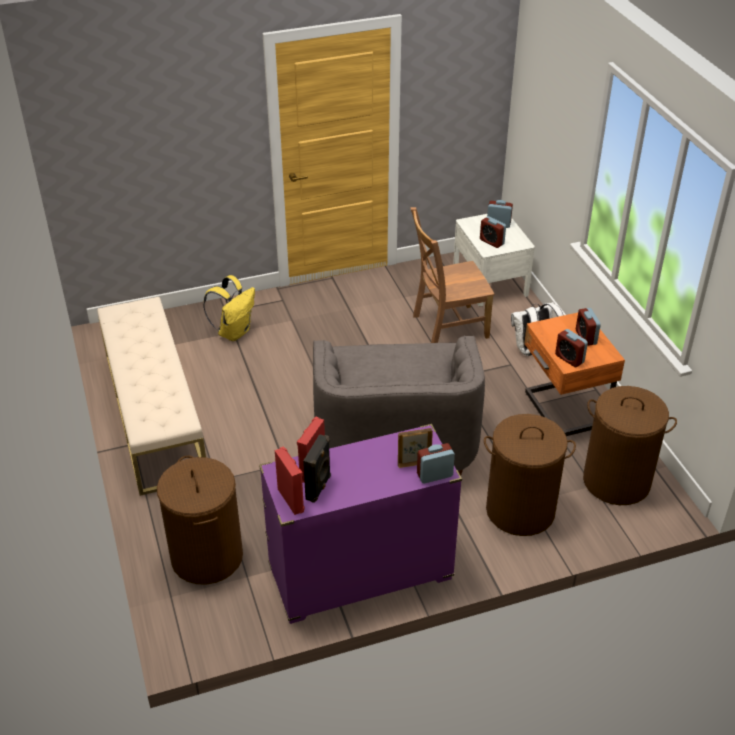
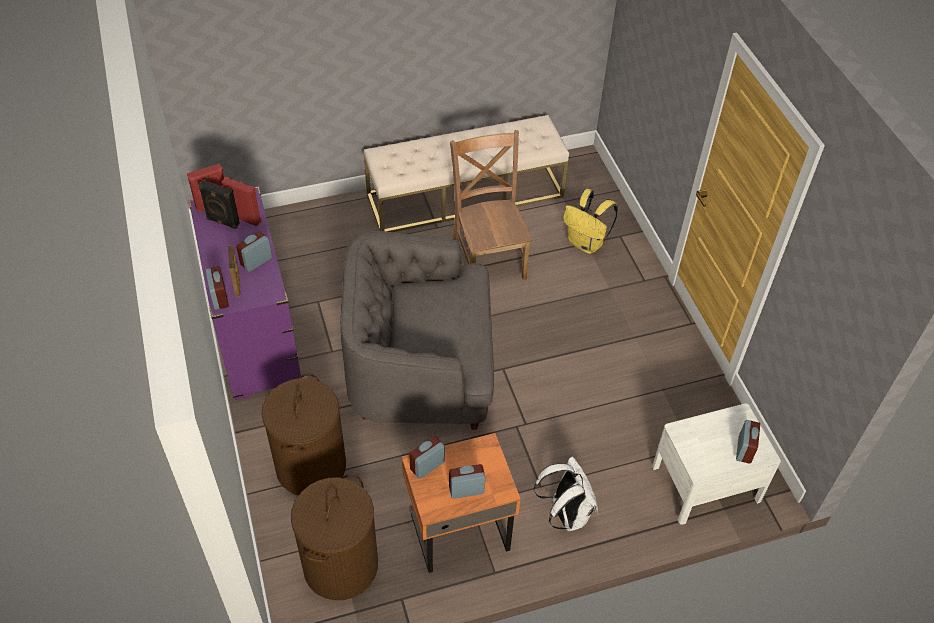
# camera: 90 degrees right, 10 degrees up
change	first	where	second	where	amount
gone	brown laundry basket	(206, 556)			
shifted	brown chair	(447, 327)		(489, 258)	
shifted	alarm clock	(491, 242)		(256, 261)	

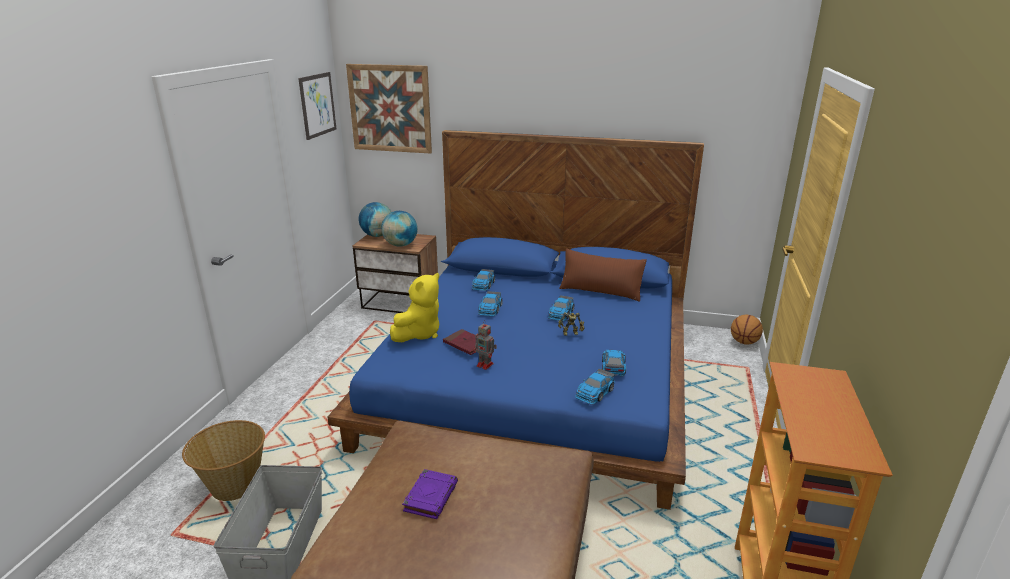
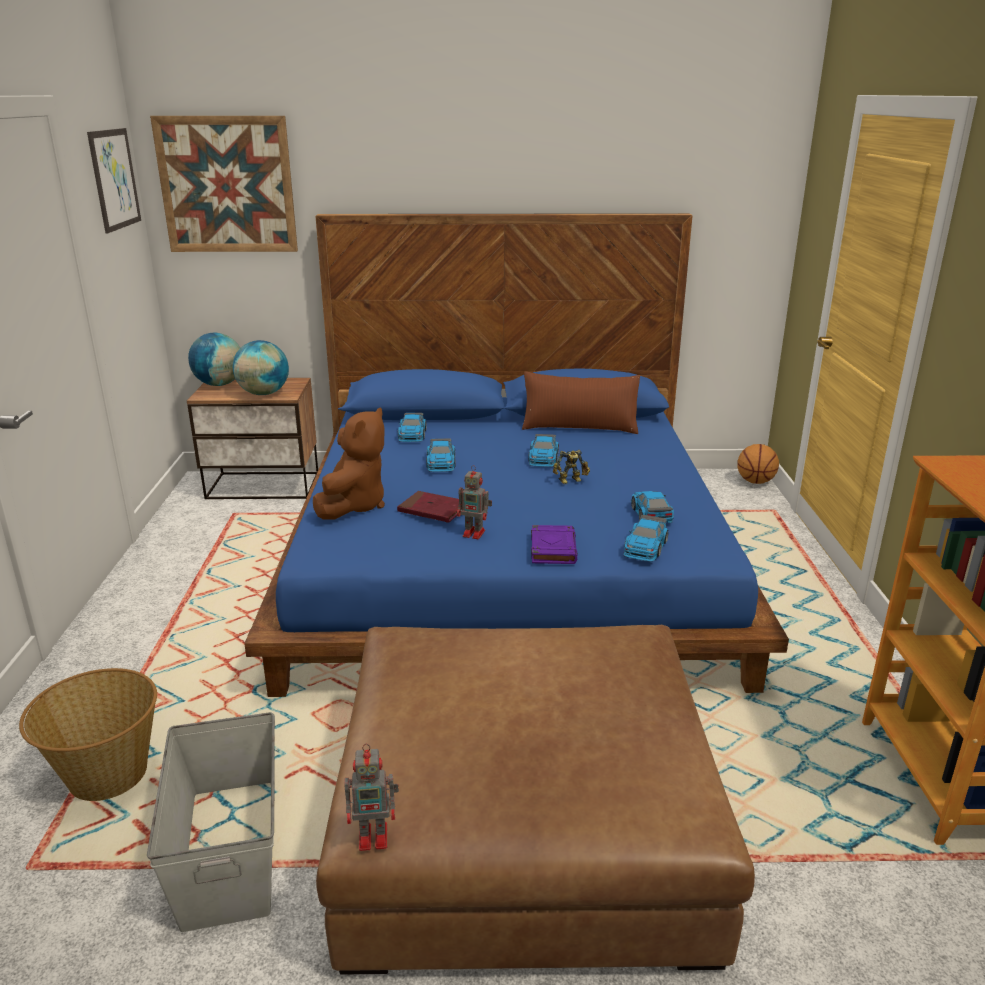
# camera: 15 degrees left, 0 degrees up
change	first	where	second	where	amount
repainted	yellow plush toy	(419, 333)	brown plush toy	(353, 505)	
shifted	purple book	(430, 496)		(552, 548)	
new			toy robot	(375, 836)	

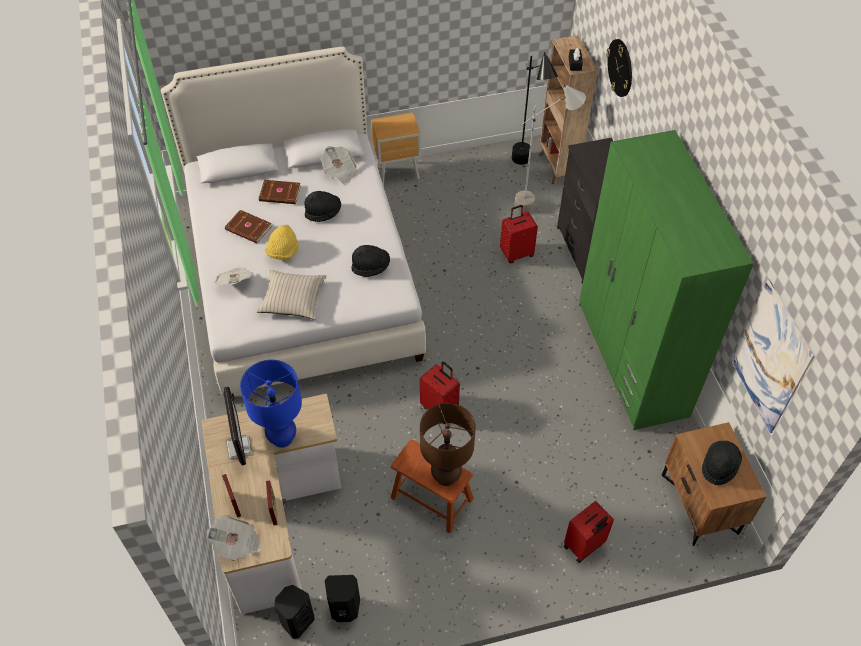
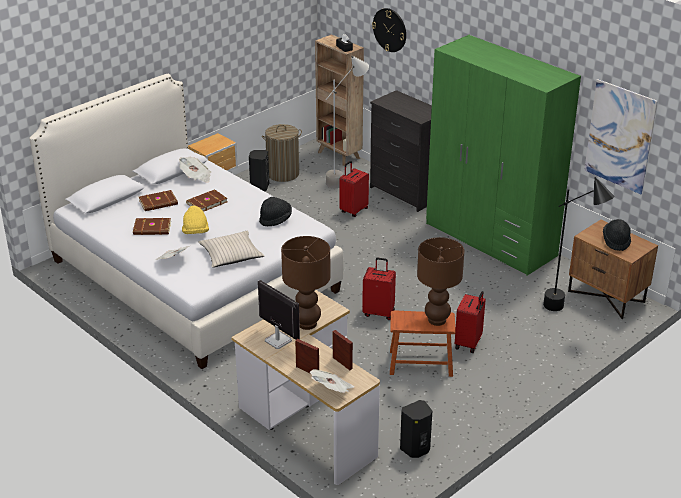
# camera: 30 degrees left, 20 degrees down
change	first	where	second	where	amount
repainted	blue table lamp	(282, 438)	brown table lamp	(307, 324)	
shifted	black speaker	(297, 621)		(259, 187)	
swapped	black hat	(323, 213)	brown book	(206, 202)	
shifted	black floor lamp	(527, 168)		(568, 311)	
shifted	red suitcase	(584, 546)		(469, 343)	
new			laundry basket	(283, 174)	

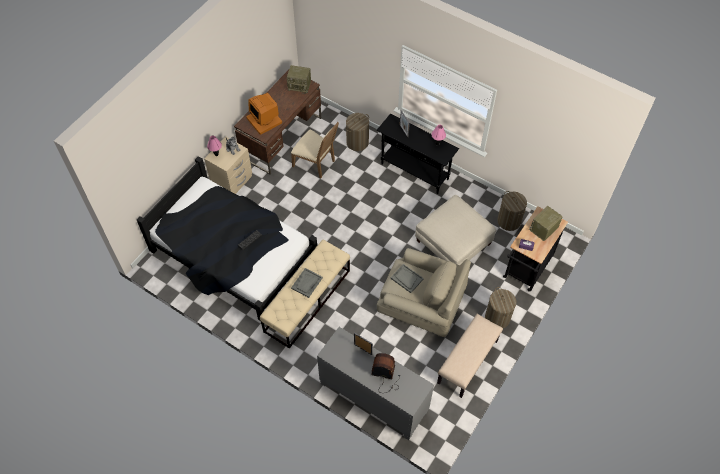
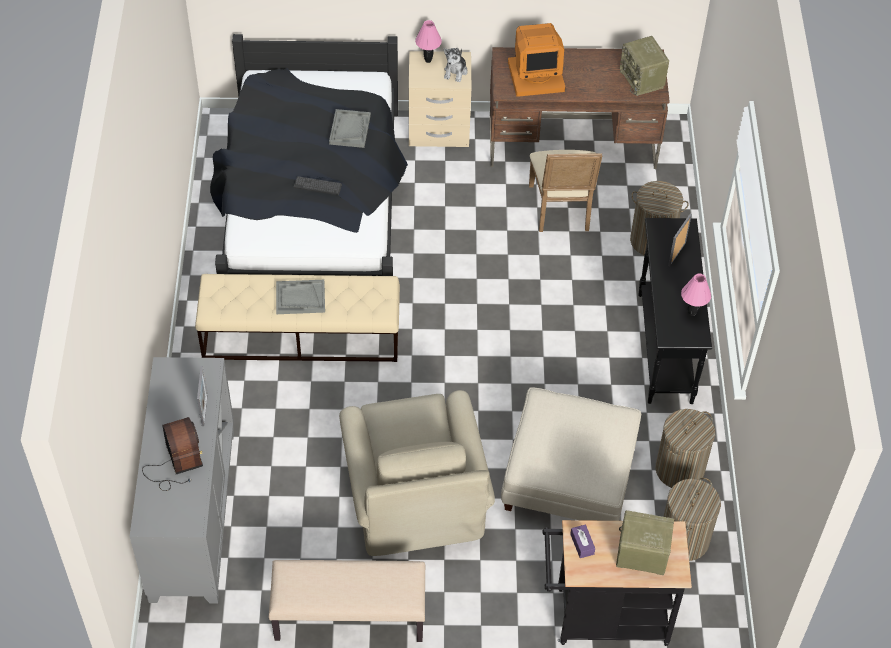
# camera: 55 degrees right, 5 degrees down
change	first	where	second	where	amount
rotated	monitor	(265, 120)		(536, 75)	120 degrees counterclockwise
shifted	grey tray	(406, 279)		(349, 129)	
shifted	laundry basket	(497, 318)		(679, 469)	

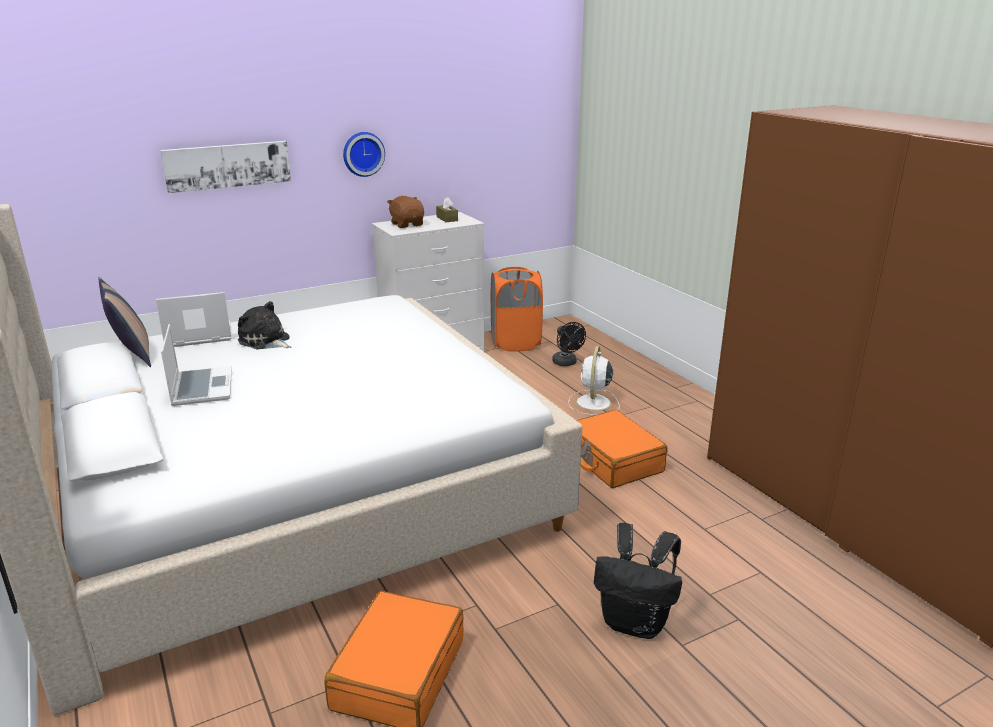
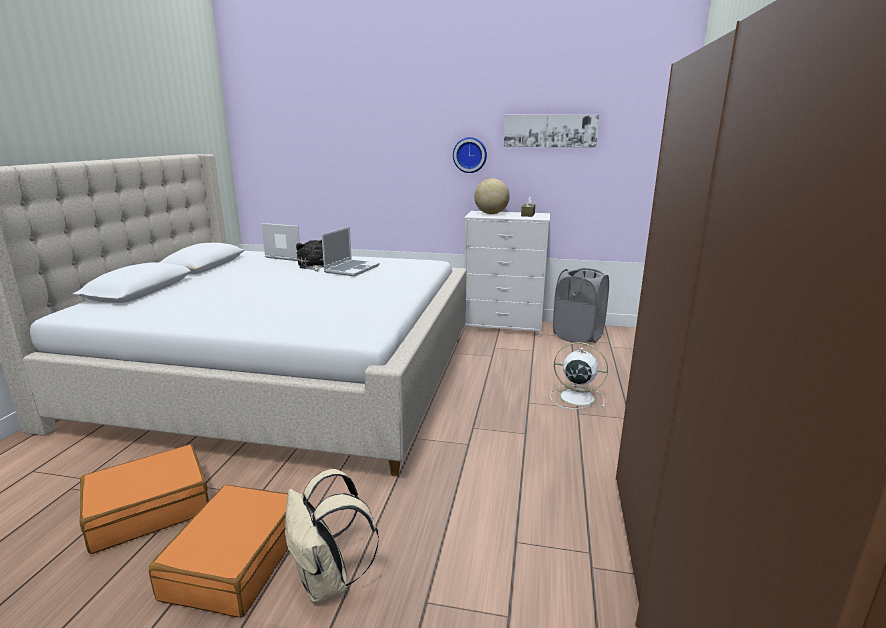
# camera: 40 degrees right, 5 degrees down
change	first	where	second	where	amount
gone	pillow	(132, 355)			
shifted	picture	(227, 165)		(550, 131)	
shifted	laptop	(201, 387)		(351, 269)	
swapped	brown plush toy	(407, 224)	globe	(491, 214)	
repainted	orange laundry basket	(515, 343)	grey laundry basket	(578, 336)	
gone	black fan	(566, 363)			
rotated	white fan	(593, 403)		(575, 397)	60 degrees clockwise
shifted	orange suitcase	(612, 460)		(234, 561)	
repainted	black backpack	(635, 623)	beige backpack	(327, 582)	

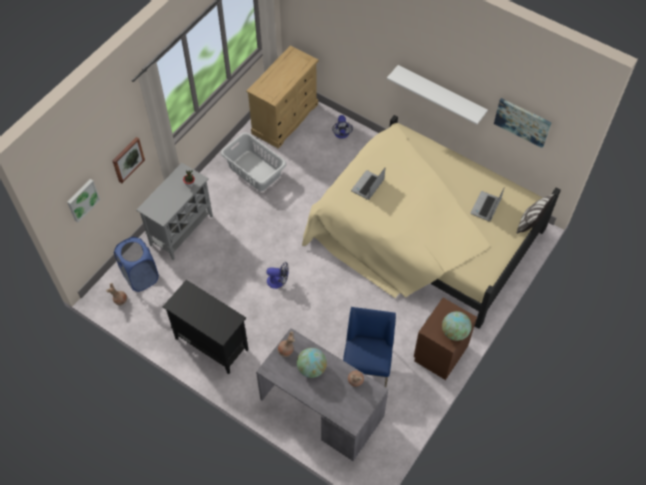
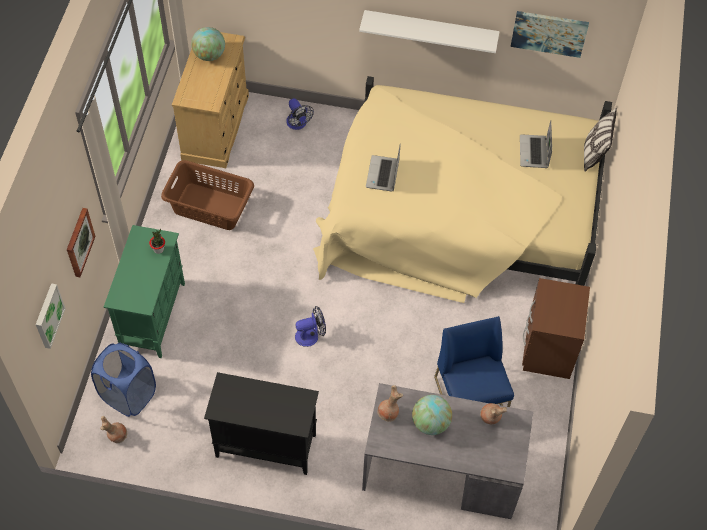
# camera: 25 degrees left, 0 degrees up
change	first	where	second	where	amount
repainted	grey cabinet	(182, 230)	green cabinet	(153, 315)	
repainted	grey laundry basket	(254, 170)	brown laundry basket	(210, 206)	
shifted	globe	(454, 332)		(209, 55)	

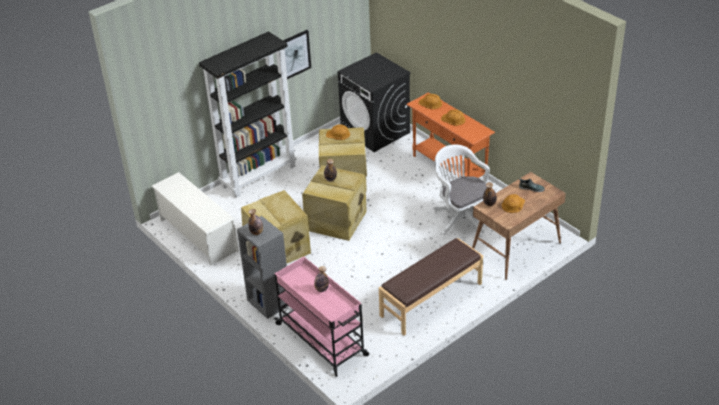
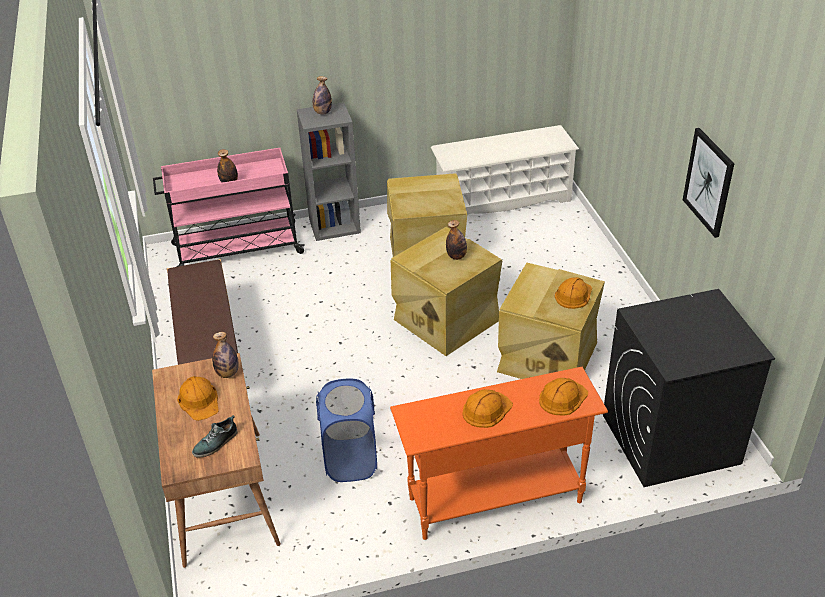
# camera: 115 degrees right, 0 degrees up
change	first	where	second	where	amount
gone	black bookcase	(258, 175)			
swapped	white office chair	(461, 217)	blue laundry basket	(351, 460)	

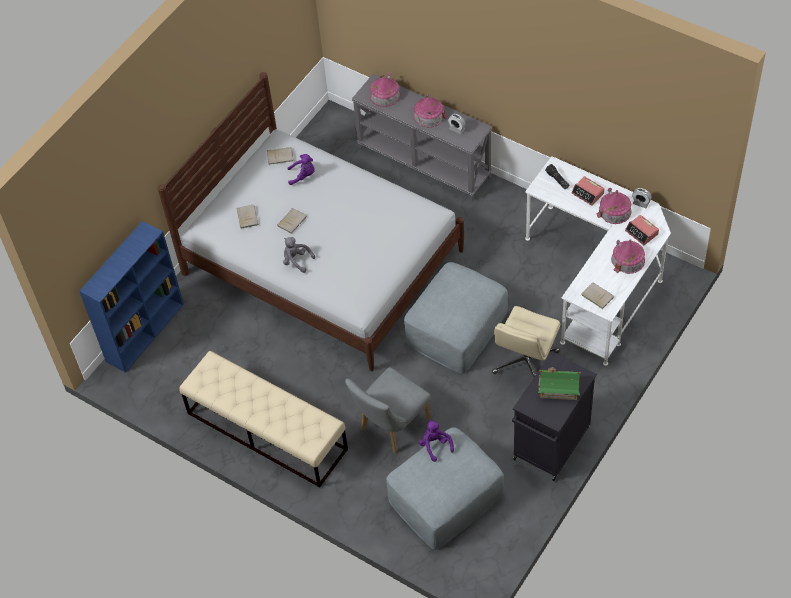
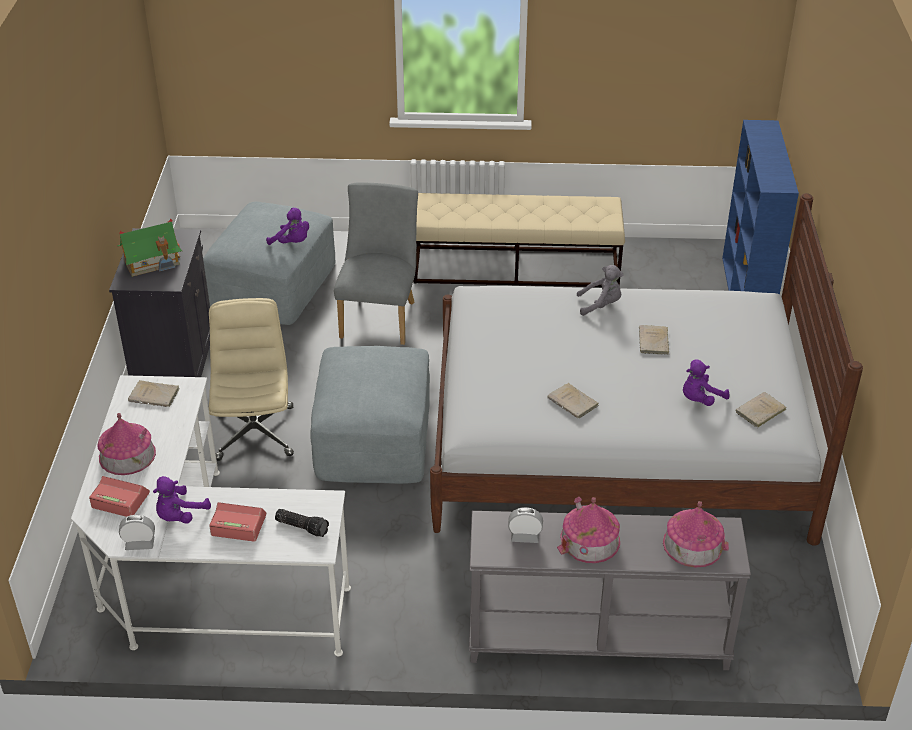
# camera: 145 degrees right, 15 degrees down
change	first	where	second	where	amount
shifted	beige book	(247, 216)		(573, 403)	
swapped	toy house	(614, 211)	purple plush toy	(179, 516)	

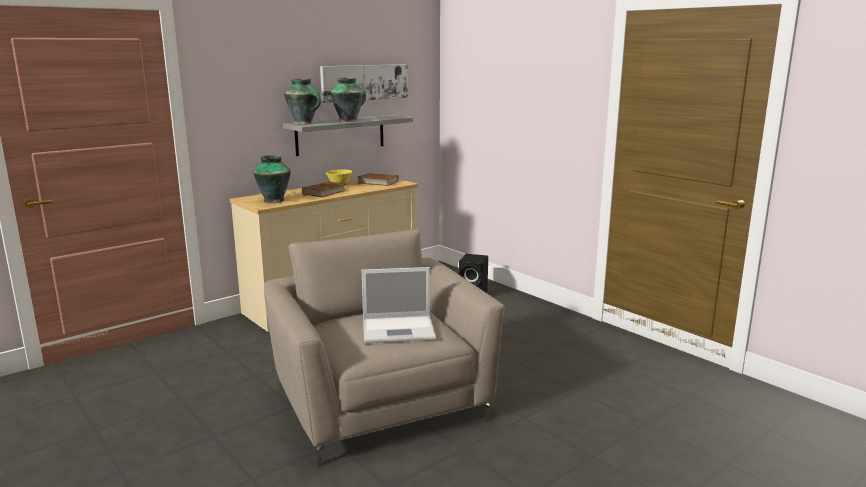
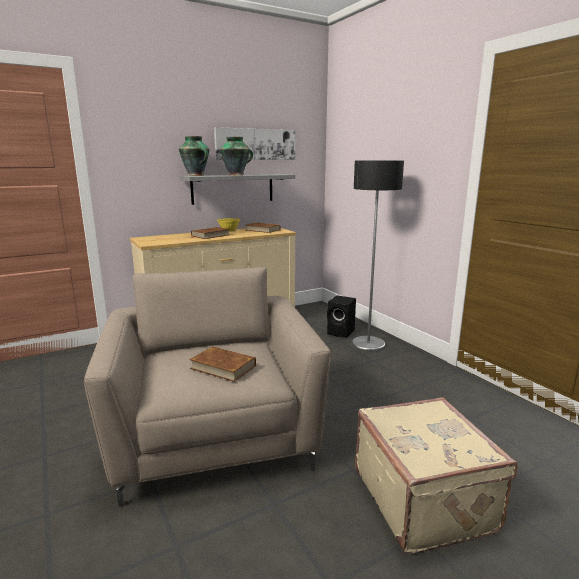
# camera: 10 degrees right, 0 degrees up
change	first	where	second	where	amount
gone	vase	(273, 201)			
swapped	laptop	(400, 329)	brown book	(223, 367)	
new			floor lamp	(368, 344)	
new			beige suitcase	(424, 499)	

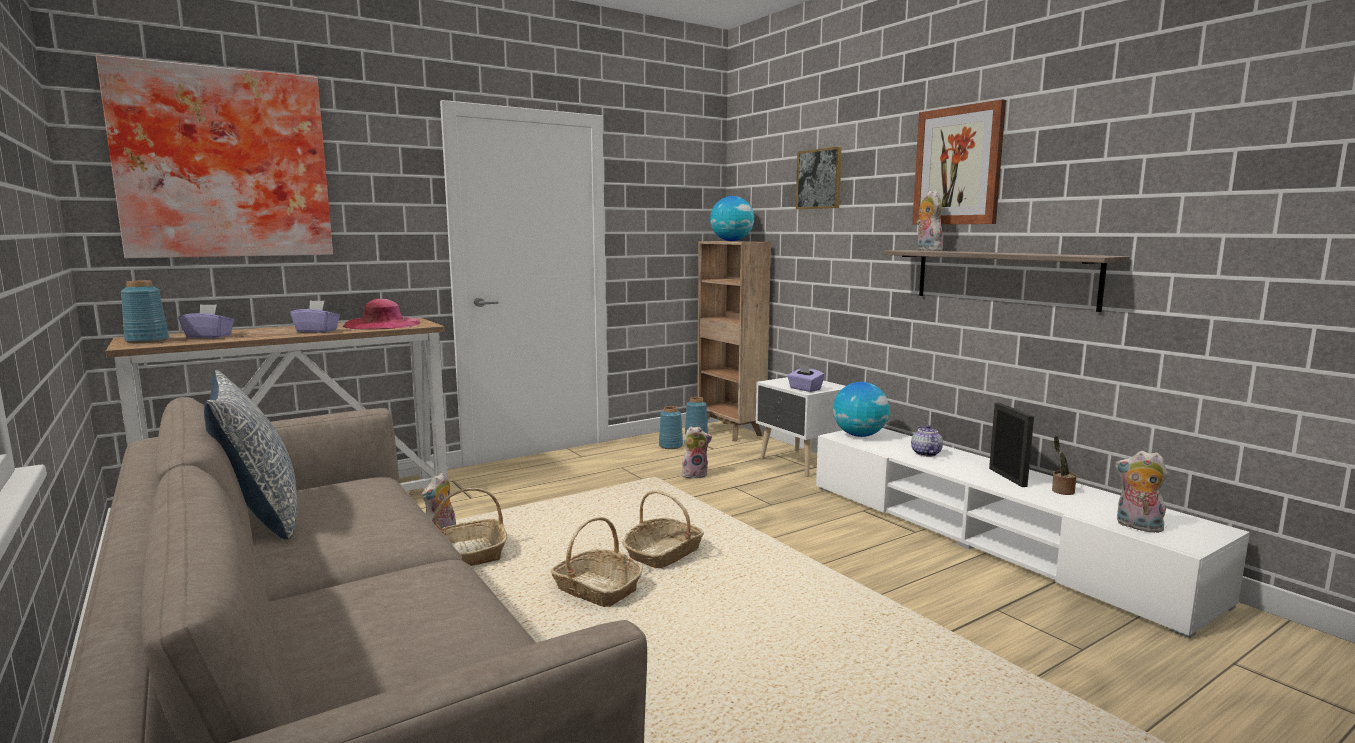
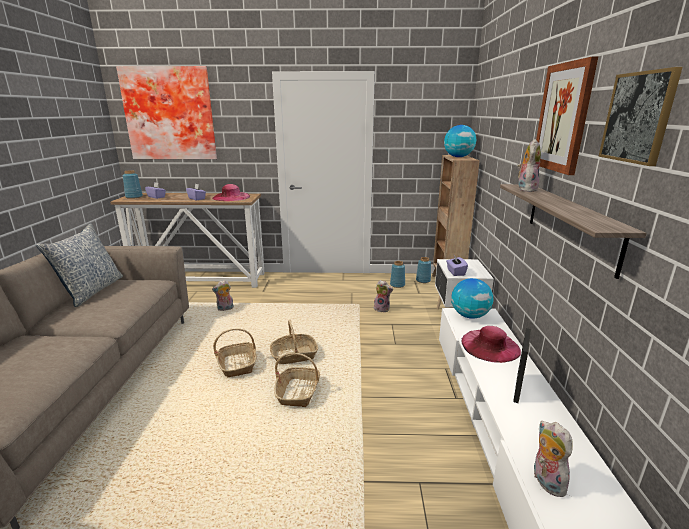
# camera: 35 degrees right, 10 degrees up
change	first	where	second	where	amount
shifted	basket	(473, 553)		(298, 392)	
shifted	picture	(819, 179)		(638, 117)	
swapped	teapot	(925, 453)	pink hat	(490, 345)	
gone	potted plant	(1061, 491)			

